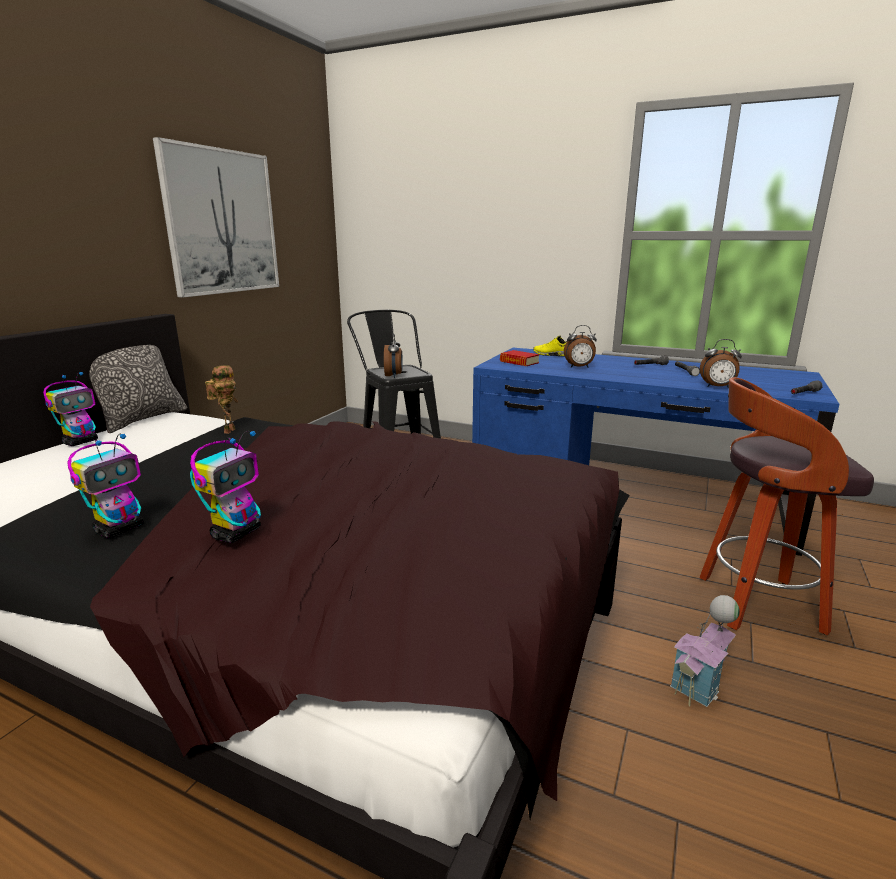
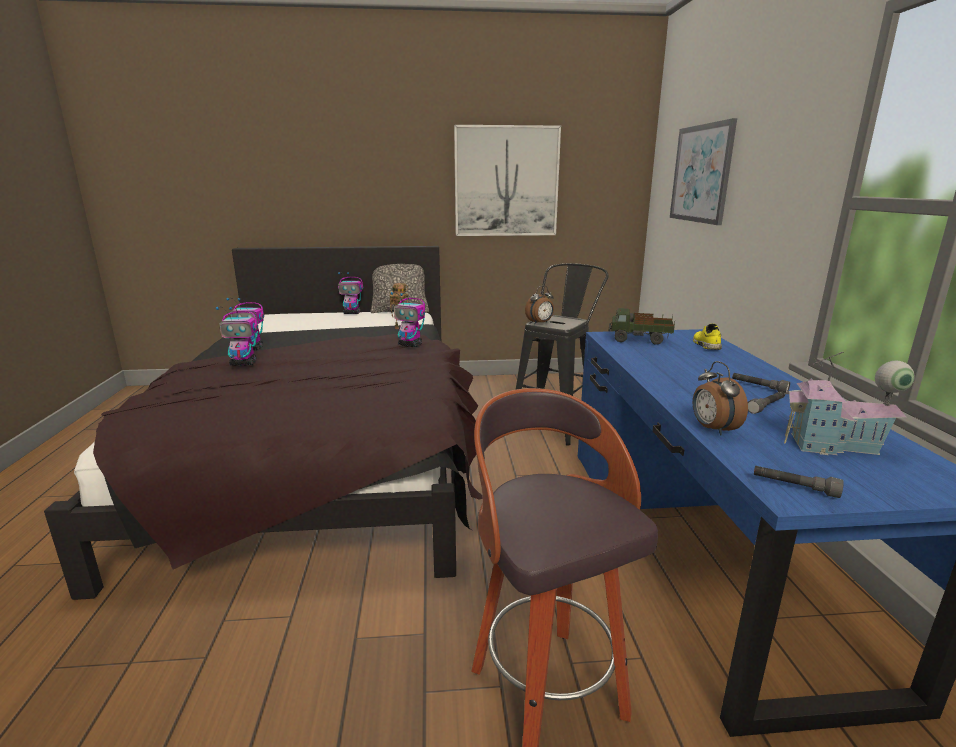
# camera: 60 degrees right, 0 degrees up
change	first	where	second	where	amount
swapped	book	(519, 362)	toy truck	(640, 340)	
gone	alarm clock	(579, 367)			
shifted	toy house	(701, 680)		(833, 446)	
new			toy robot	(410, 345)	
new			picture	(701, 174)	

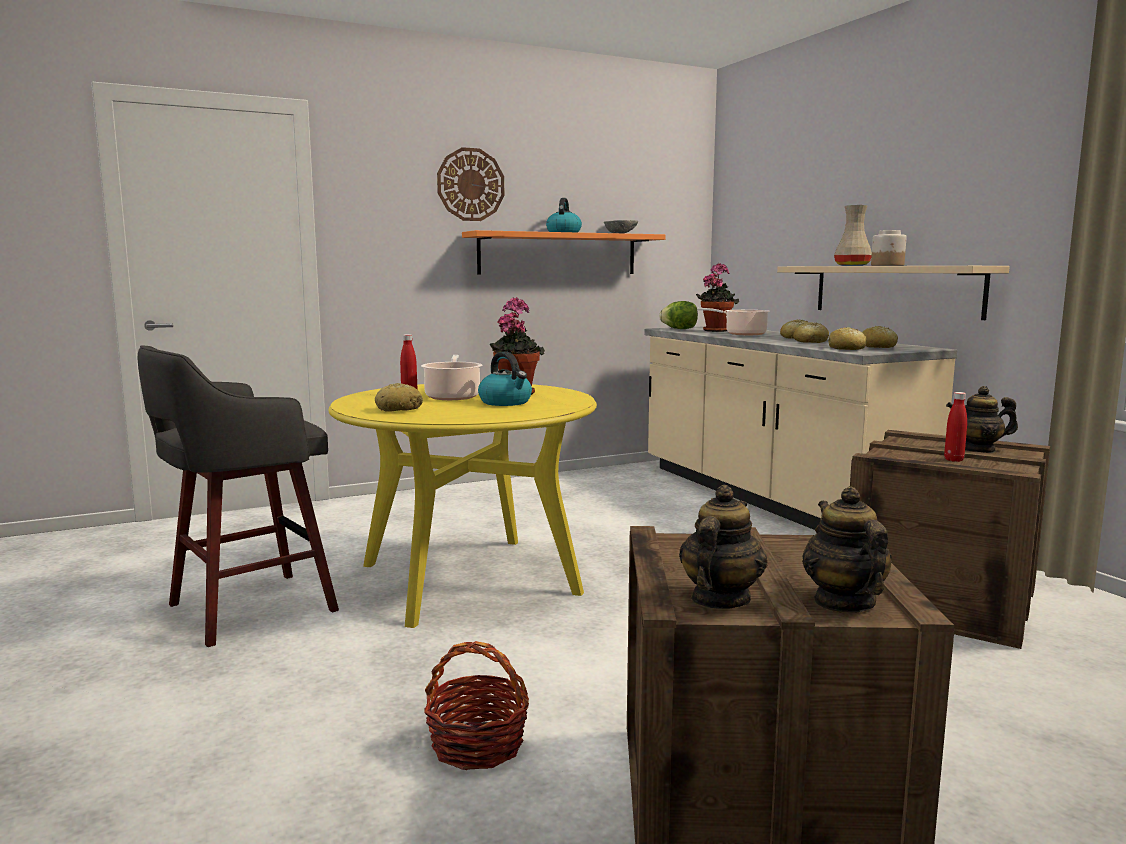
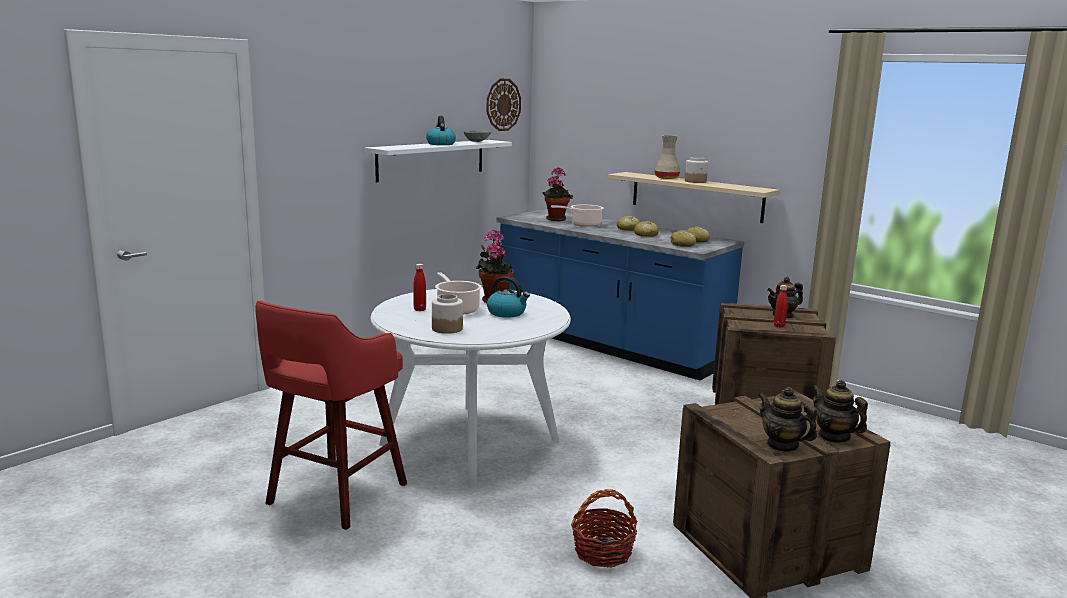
# camera: 25 degrees left, 5 degrees up
change	first	where	second	where	amount
repainted	grey stool	(246, 609)	red stool	(334, 496)	
repainted	yellow dining table	(469, 578)	white dining table	(470, 442)	
swapped	bread	(399, 409)	jar	(447, 329)	
shifted	wall clock	(470, 184)		(503, 104)	
repainted	orange shelf	(558, 254)	white shelf	(431, 160)	
repainted	beige counter	(769, 499)	blue counter	(607, 345)	
gone	lettuce	(679, 329)			
rotated	teapot	(719, 599)		(782, 445)	45 degrees counterclockwise

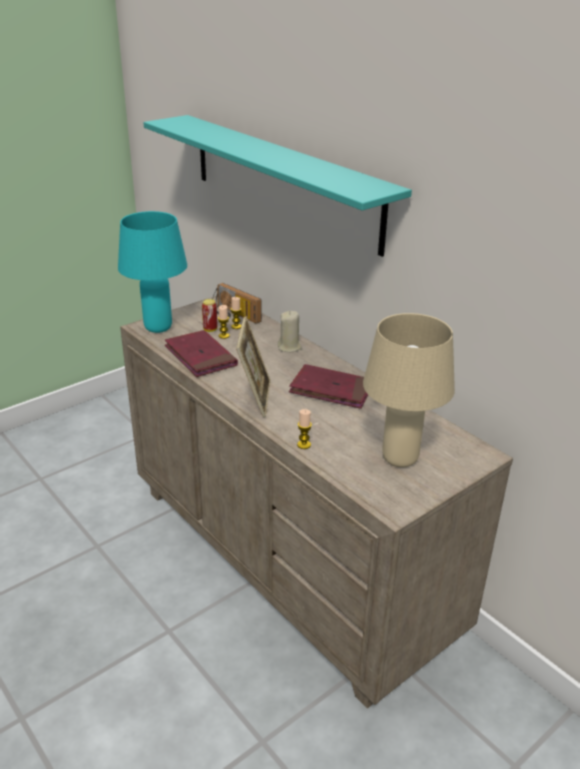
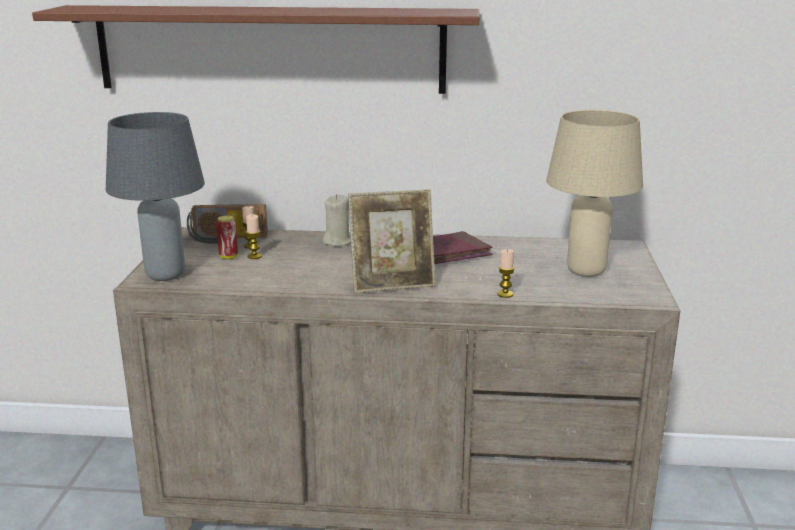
# camera: 45 degrees left, 10 degrees down
change	first	where	second	where	amount
repainted	turquoise table lamp	(157, 327)	grey table lamp	(164, 275)	
repainted	turquoise shelf	(282, 180)	brown shelf	(270, 49)	
gone	red book	(200, 356)			
rotated	picture frame	(255, 398)		(392, 284)	120 degrees clockwise

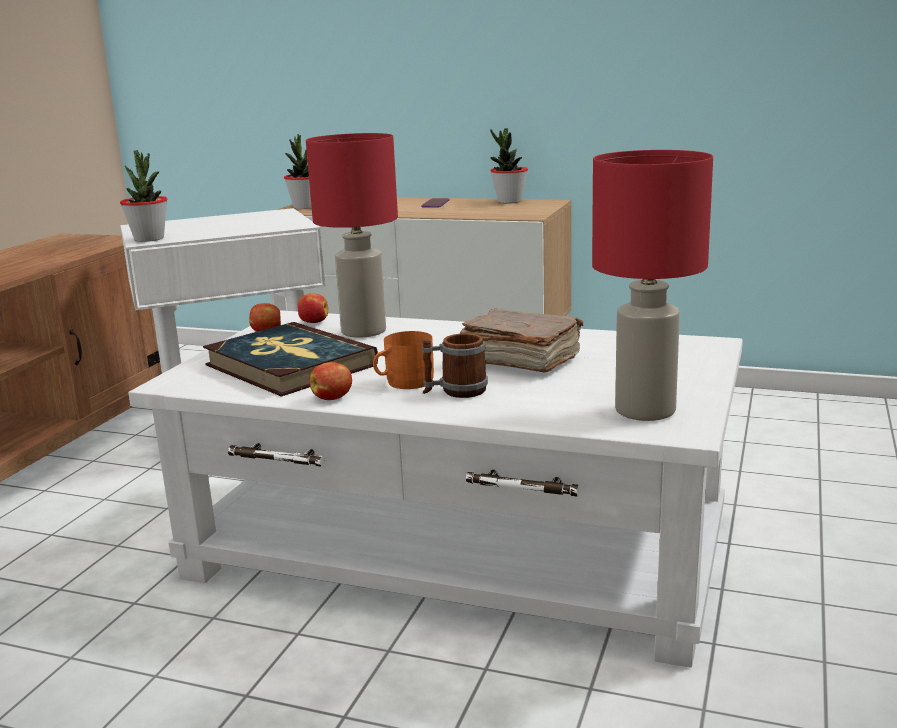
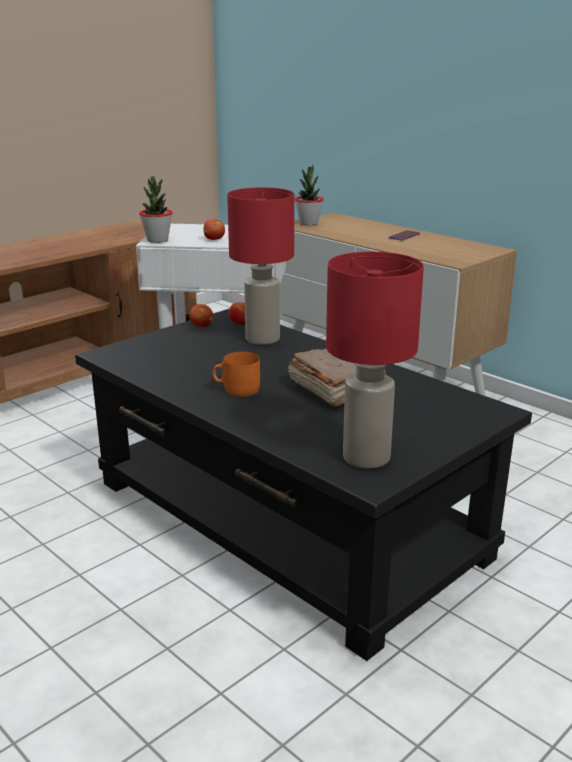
# camera: 25 degrees right, 5 degrees up
change	first	where	second	where	amount
repainted	white coffee table	(454, 550)	black coffee table	(284, 517)	
gone	book	(289, 365)			
shifted	apple	(332, 398)		(214, 239)	
gone	mug	(455, 391)			
gone	potted plant	(509, 201)			

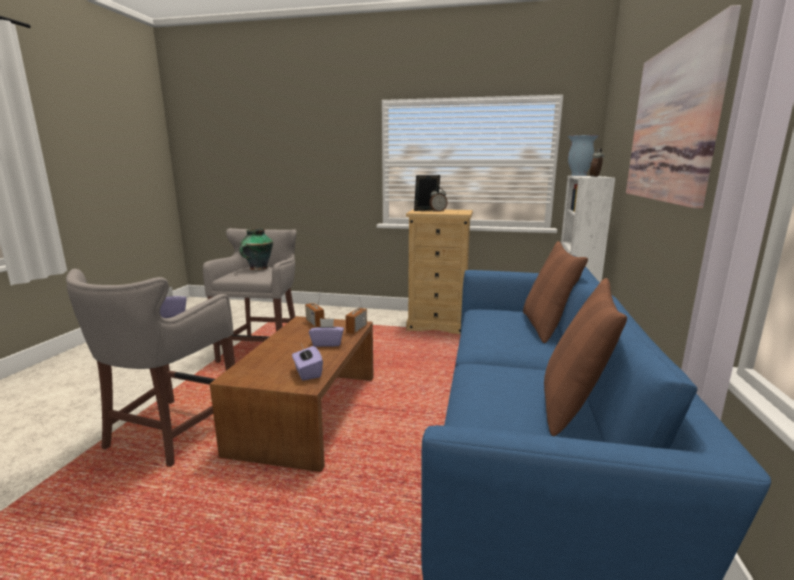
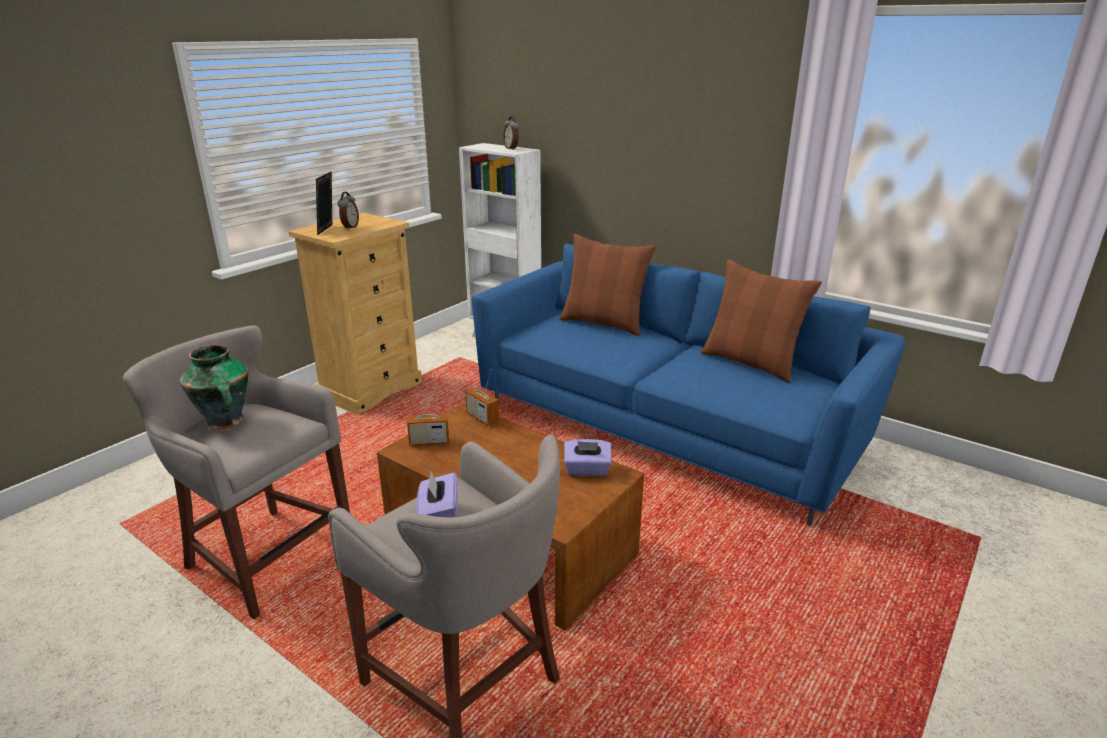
# camera: 65 degrees left, 10 degrees up
change	first	where	second	where	amount
gone	purple tissue box	(327, 343)			
gone	vase	(578, 175)			
gone	picture	(672, 123)			

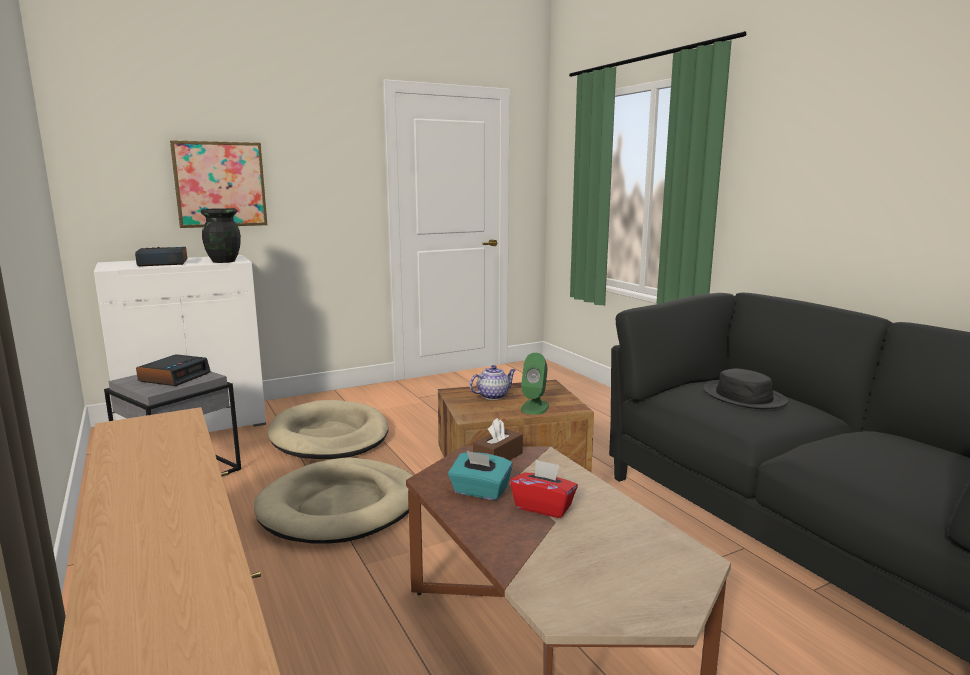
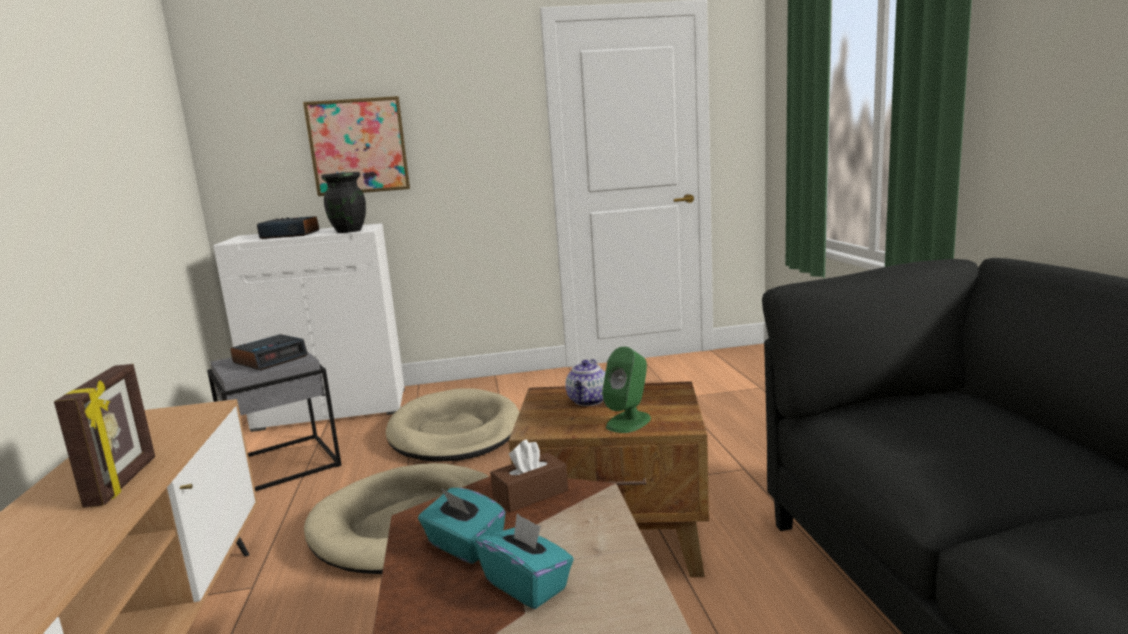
# camera: 20 degrees right, 0 degrees up
change	first	where	second	where	amount
rotated	teapot	(493, 396)		(588, 401)	120 degrees clockwise
repainted	red tissue box	(543, 507)	turquoise tissue box	(527, 585)	
gone	black hat	(744, 396)			
new			picture frame	(124, 482)	

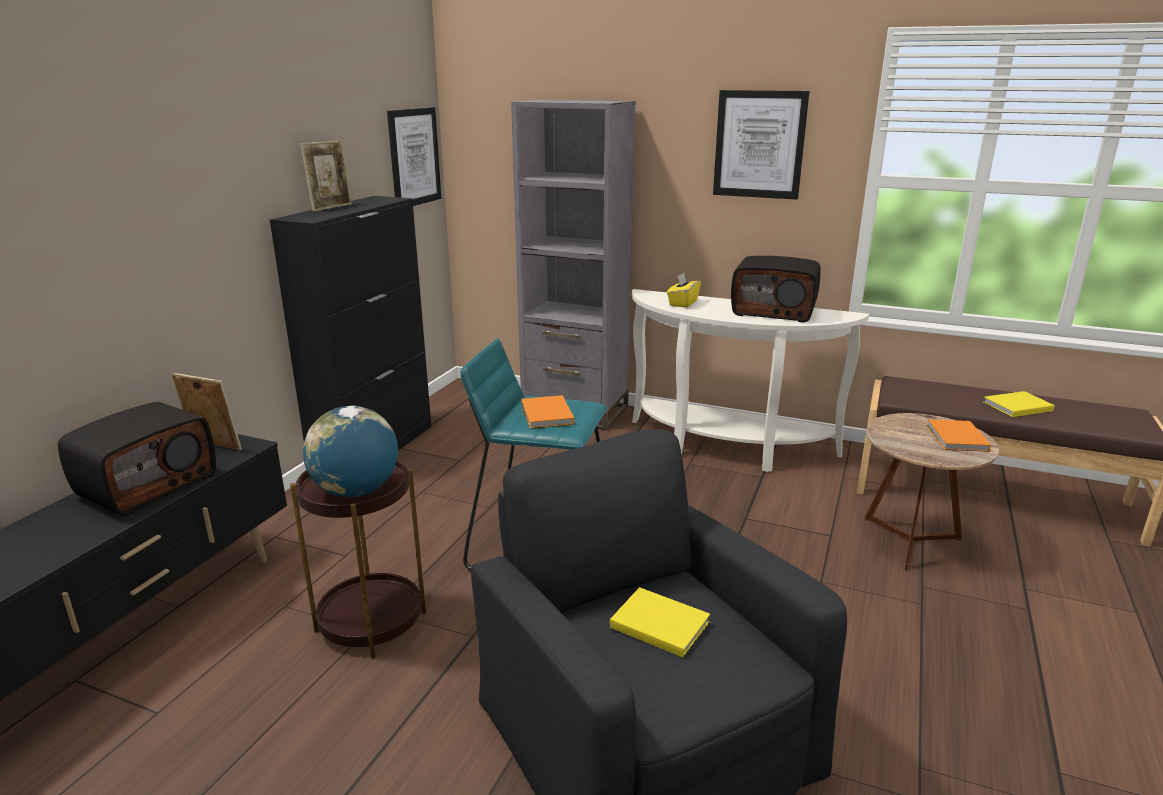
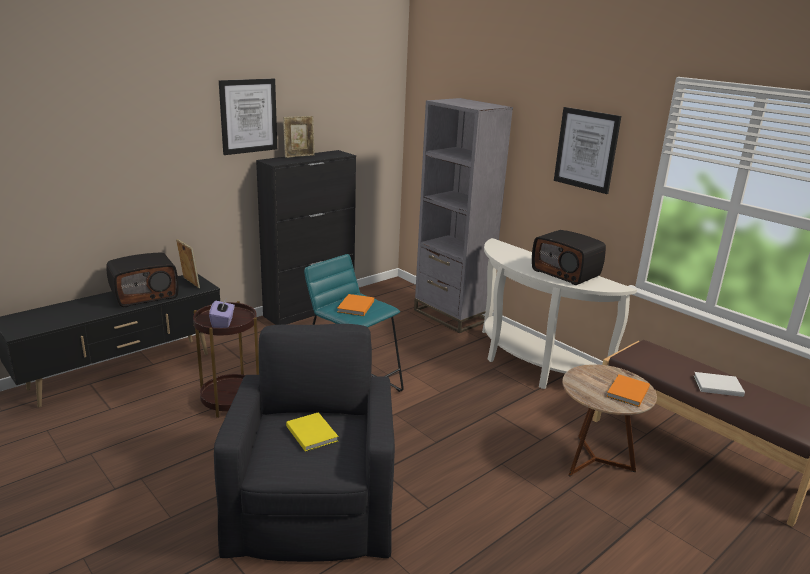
# camera: 25 degrees right, 0 degrees up
change	first	where	second	where	amount
swapped	globe	(356, 491)	purple tissue box	(223, 322)	
shifted	picture	(414, 157)		(248, 116)	
gone	yellow tissue box	(682, 303)			
repainted	yellow book	(1015, 406)	white book	(716, 385)	

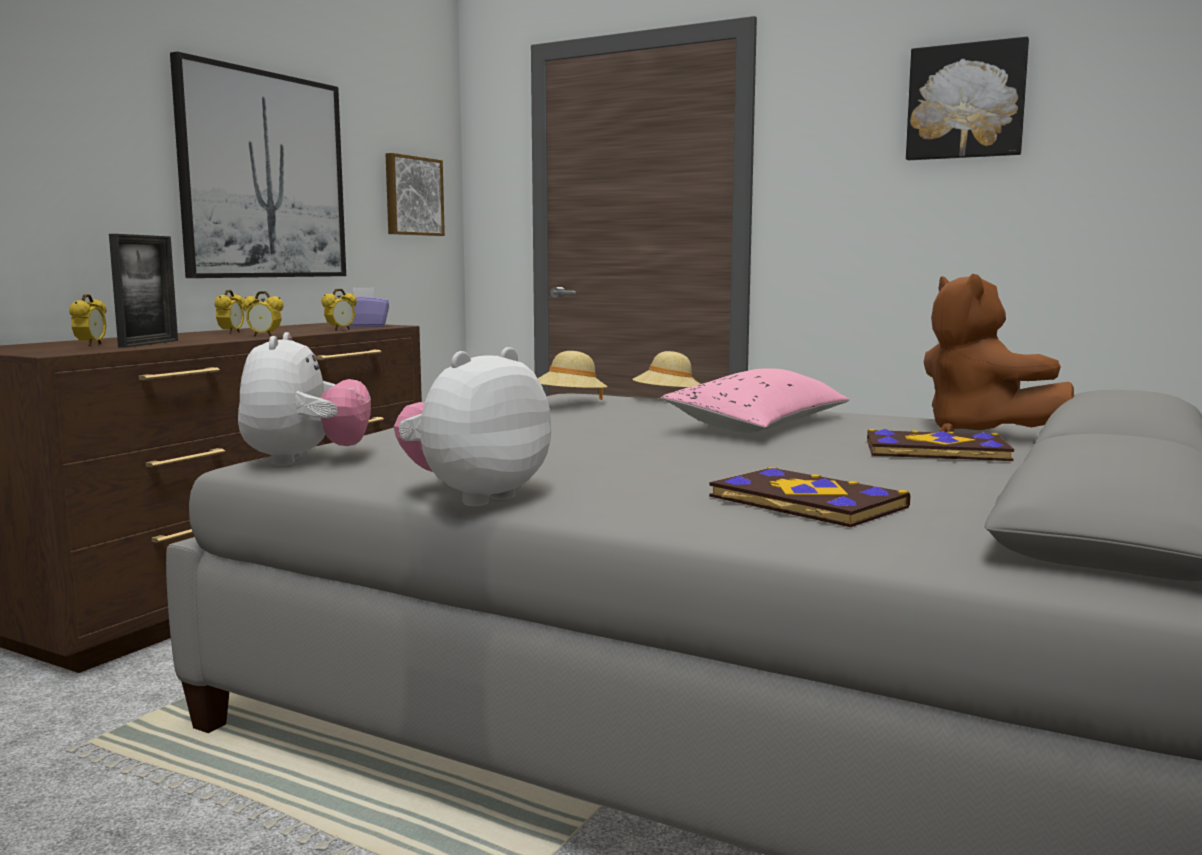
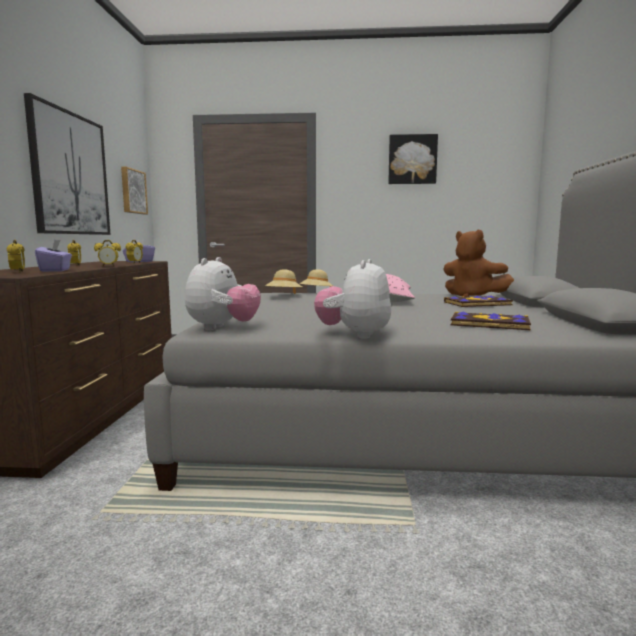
# camera: 25 degrees left, 0 degrees up
change	first	where	second	where	amount
swapped	picture frame	(149, 344)	purple tissue box	(56, 270)	
rotated	plush toy	(305, 461)		(223, 328)	45 degrees clockwise

